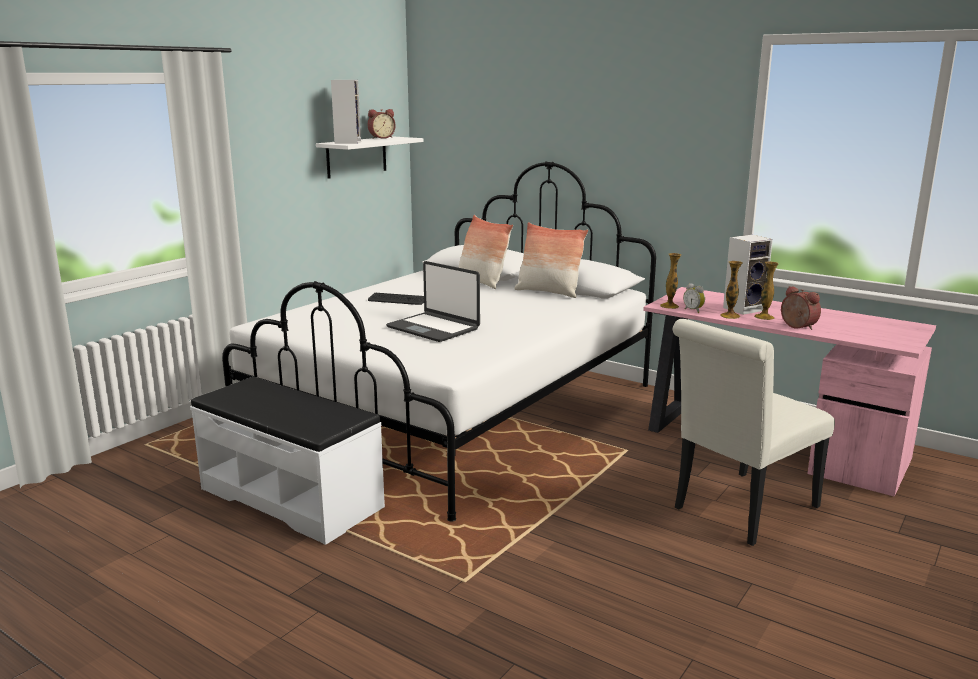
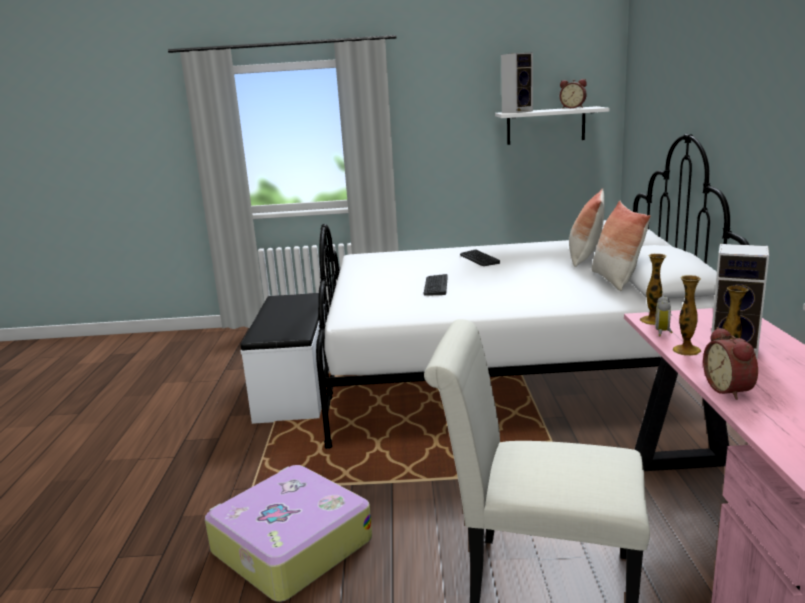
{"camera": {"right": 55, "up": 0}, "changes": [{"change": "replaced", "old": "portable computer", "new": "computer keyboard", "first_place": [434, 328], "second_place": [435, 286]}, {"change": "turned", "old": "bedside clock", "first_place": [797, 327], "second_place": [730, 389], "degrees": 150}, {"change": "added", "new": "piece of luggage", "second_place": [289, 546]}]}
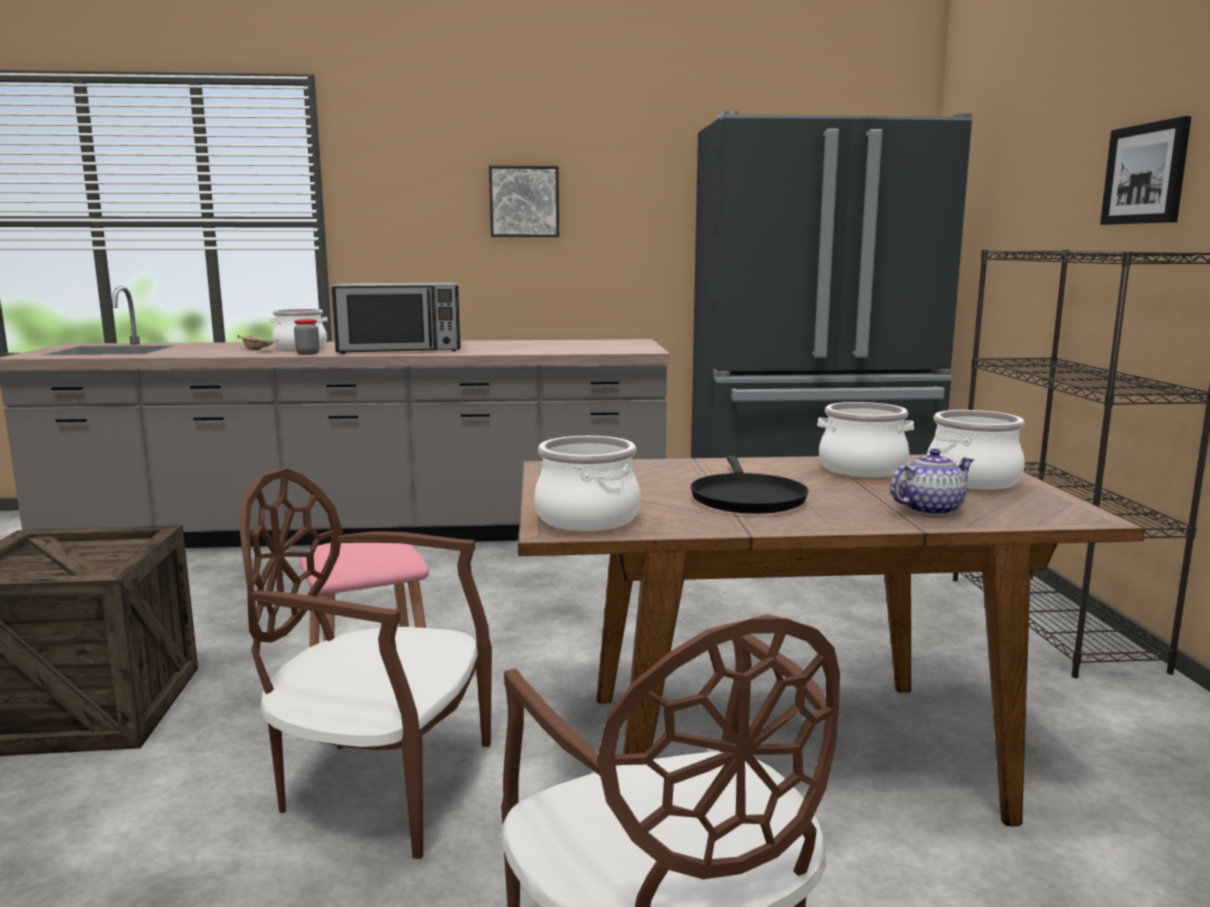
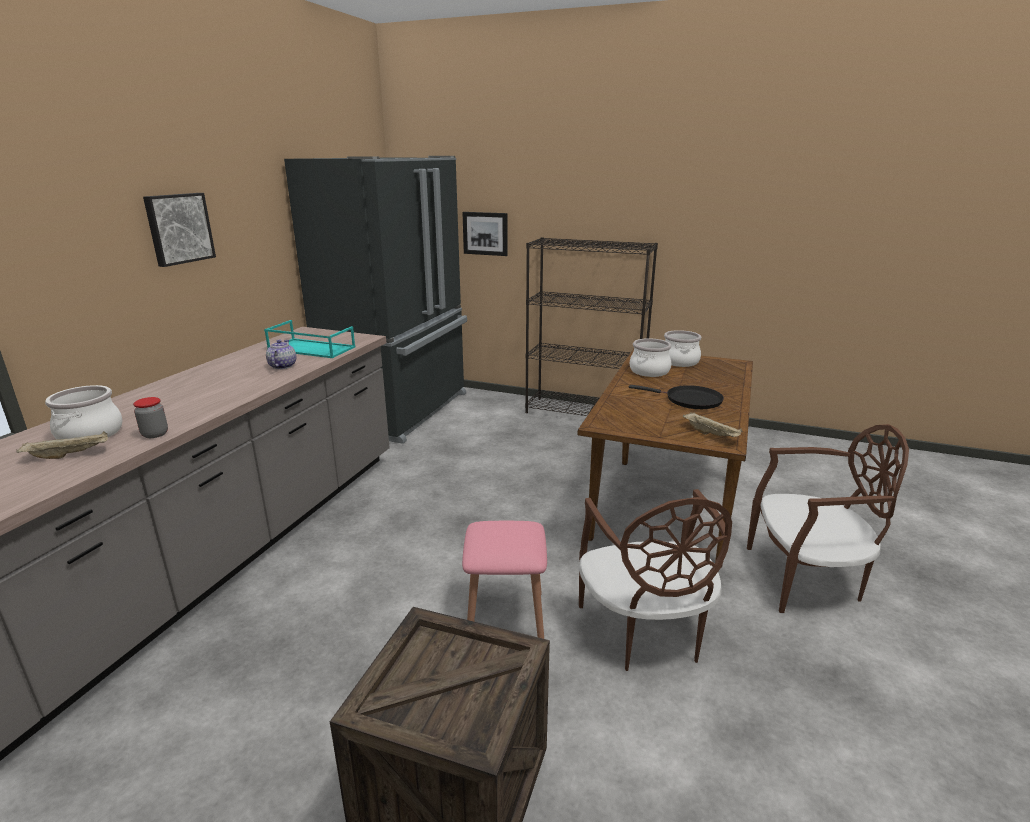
{"camera": {"right": -65, "up": 10}, "changes": [{"change": "turned", "old": "brown-coloured upright chair", "first_place": [380, 785], "second_place": [645, 632], "degrees": -45}, {"change": "removed", "old": "microwave oven", "first_place": [400, 349]}, {"change": "replaced", "old": "cooking pot", "new": "beige-coloured carrying tray", "first_place": [588, 518], "second_place": [711, 434]}, {"change": "moved", "old": "pot for tea", "first_place": [928, 509], "second_place": [282, 366]}, {"change": "moved", "old": "wall picture", "first_place": [1146, 174], "second_place": [485, 233]}, {"change": "added", "new": "turquoise carrying tray", "second_place": [310, 348]}]}
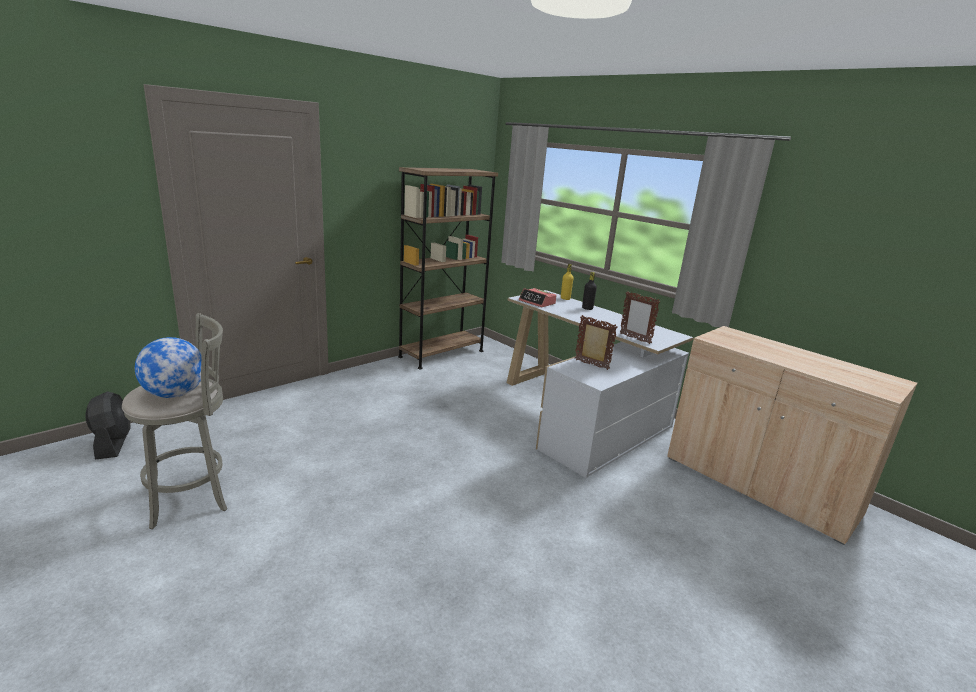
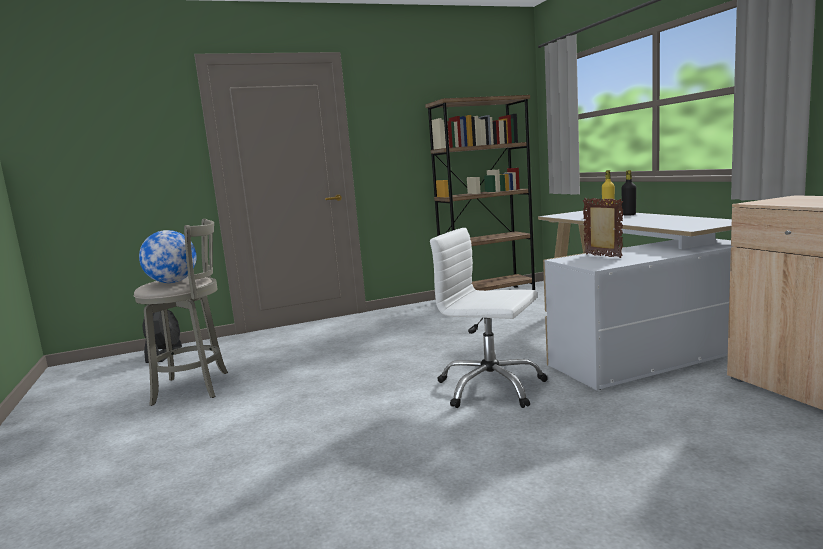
{"camera": {"right": 25, "up": -10}, "changes": [{"change": "removed", "old": "bedside clock", "first_place": [537, 302]}, {"change": "removed", "old": "photo frame", "first_place": [634, 338]}, {"change": "added", "new": "white office chair", "second_place": [490, 388]}]}
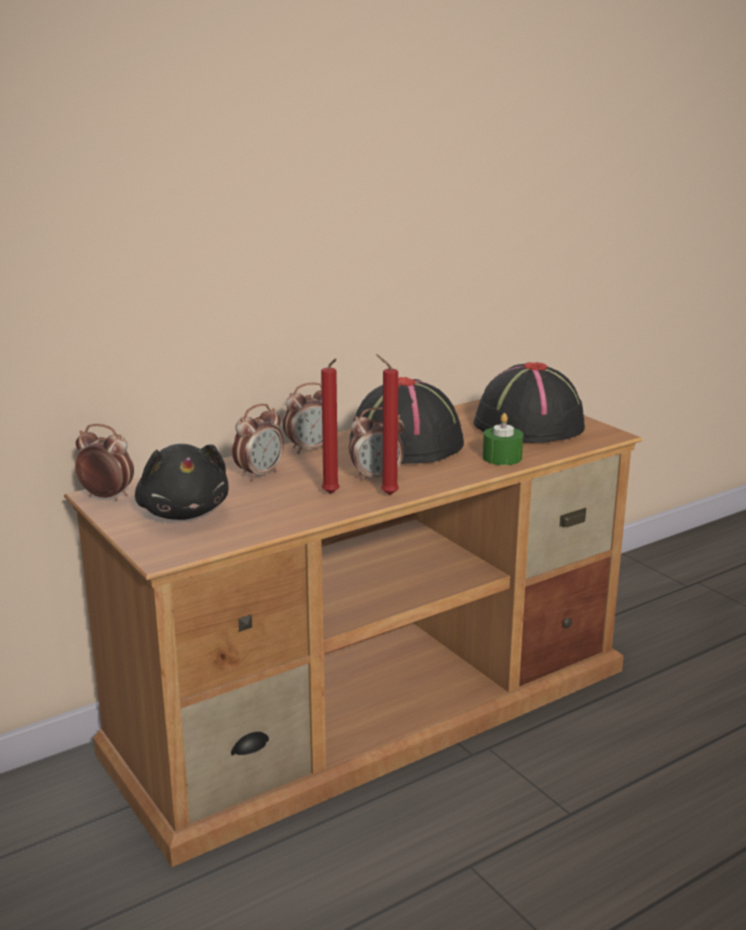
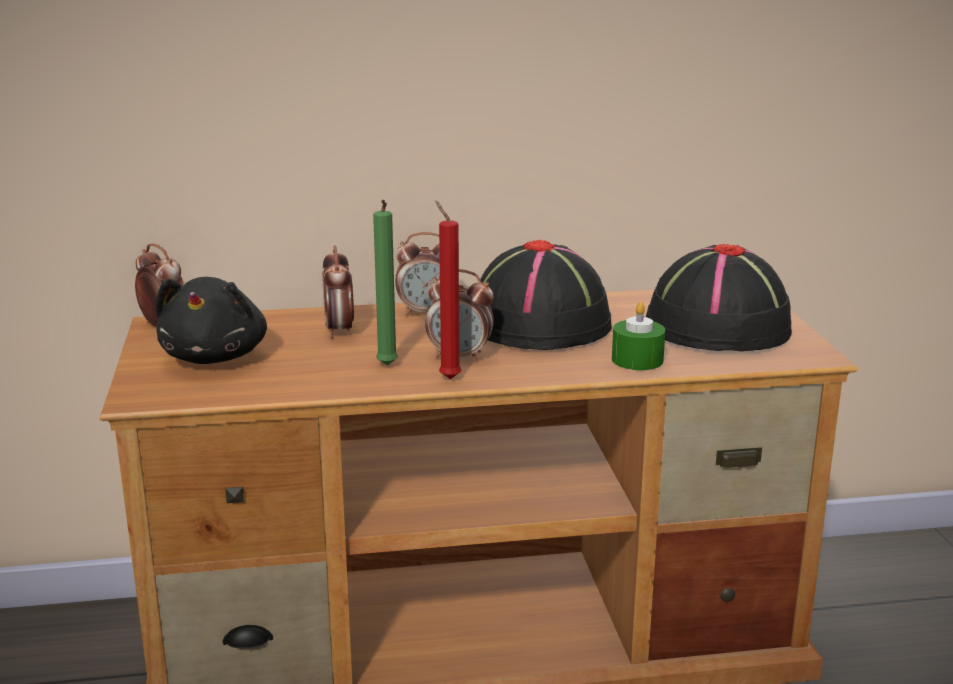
{"camera": {"right": 25, "up": 0}, "changes": [{"change": "turned", "old": "bedside clock", "first_place": [259, 474], "second_place": [339, 331], "degrees": 105}, {"change": "recoloured", "old": "reddish wax light", "new": "green-coloured wax light", "first_place": [332, 495], "second_place": [387, 367]}]}
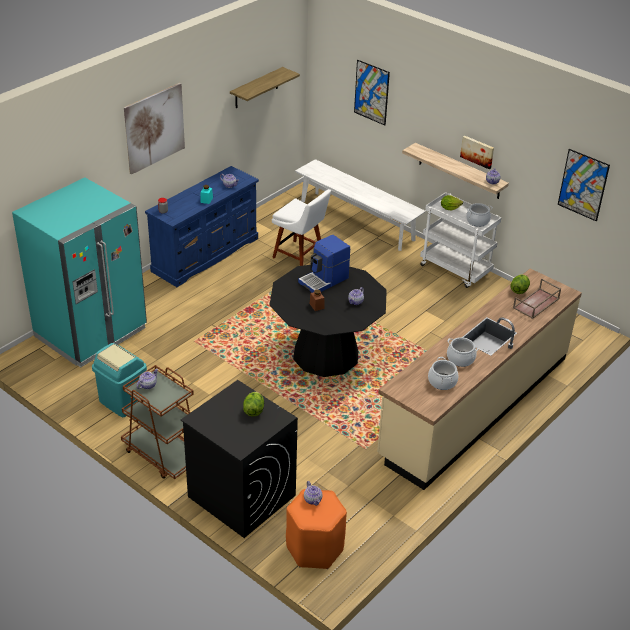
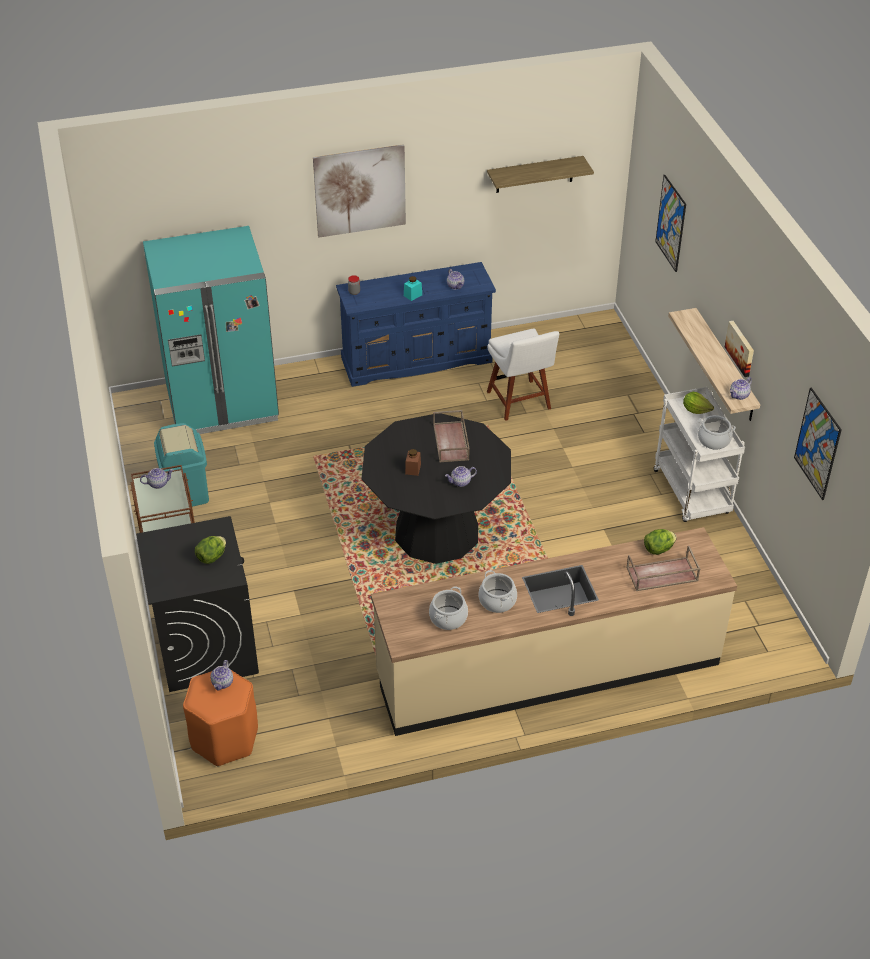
{"camera": {"right": 35, "up": 5}, "changes": [{"change": "removed", "old": "white long seat", "first_place": [356, 220]}, {"change": "replaced", "old": "coffee machine", "new": "brown-coloured carrying tray", "first_place": [324, 280], "second_place": [451, 442]}]}
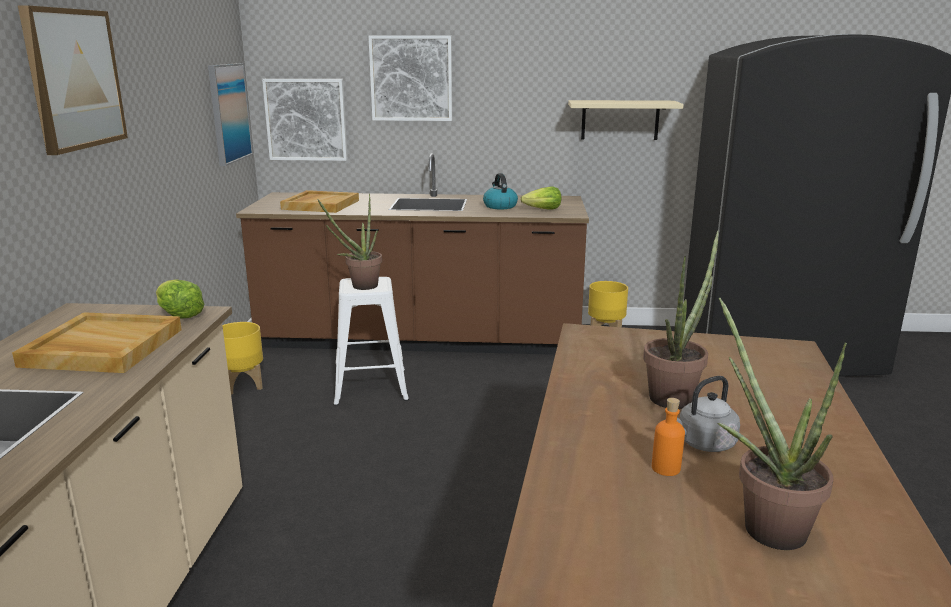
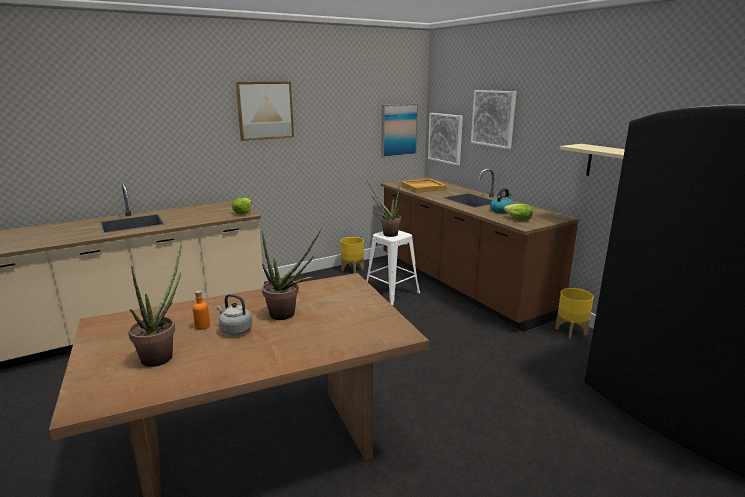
{"camera": {"right": 55, "up": 0}, "changes": [{"change": "removed", "old": "beige-coloured carrying tray", "first_place": [101, 348]}]}
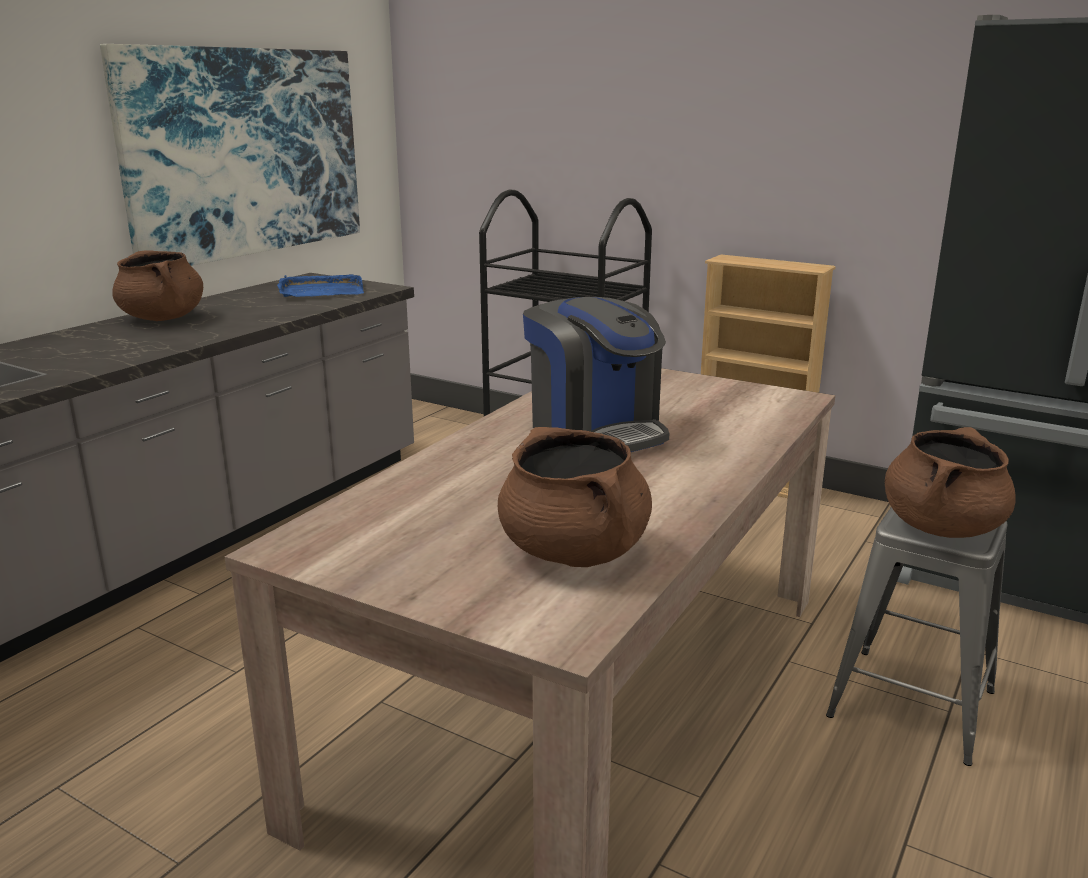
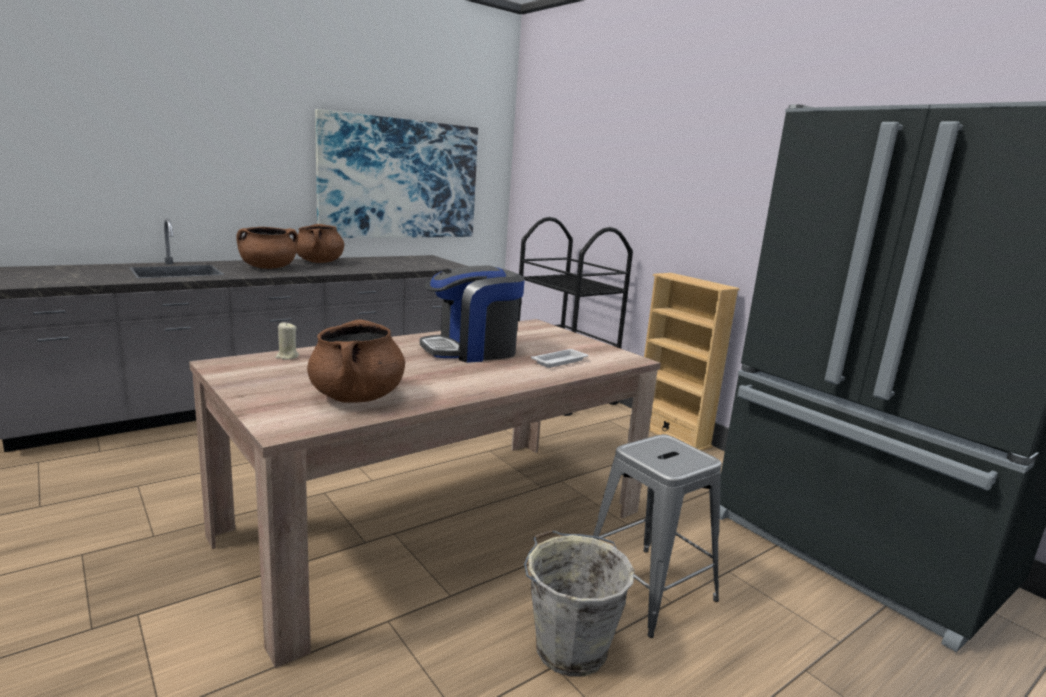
{"camera": {"right": 20, "up": -5}, "changes": [{"change": "removed", "old": "blue-coloured carrying tray", "first_place": [320, 291]}, {"change": "turned", "old": "coffee machine", "first_place": [595, 431], "second_place": [472, 350], "degrees": 75}, {"change": "moved", "old": "brown-coloured cooking pot", "first_place": [941, 527], "second_place": [268, 268]}, {"change": "added", "new": "beige-coloured wax light", "second_place": [287, 356]}, {"change": "added", "new": "gray pail", "second_place": [569, 647]}, {"change": "added", "new": "white carrying tray", "second_place": [560, 361]}]}
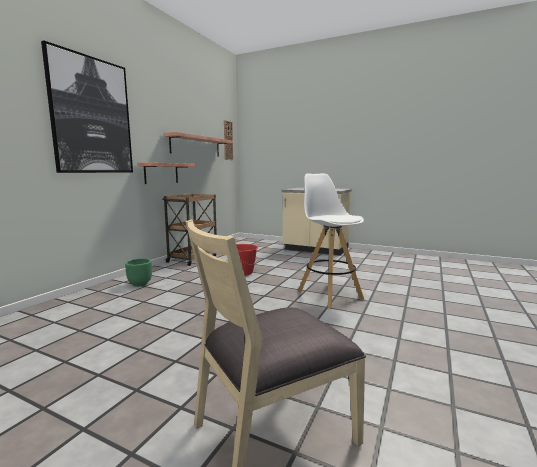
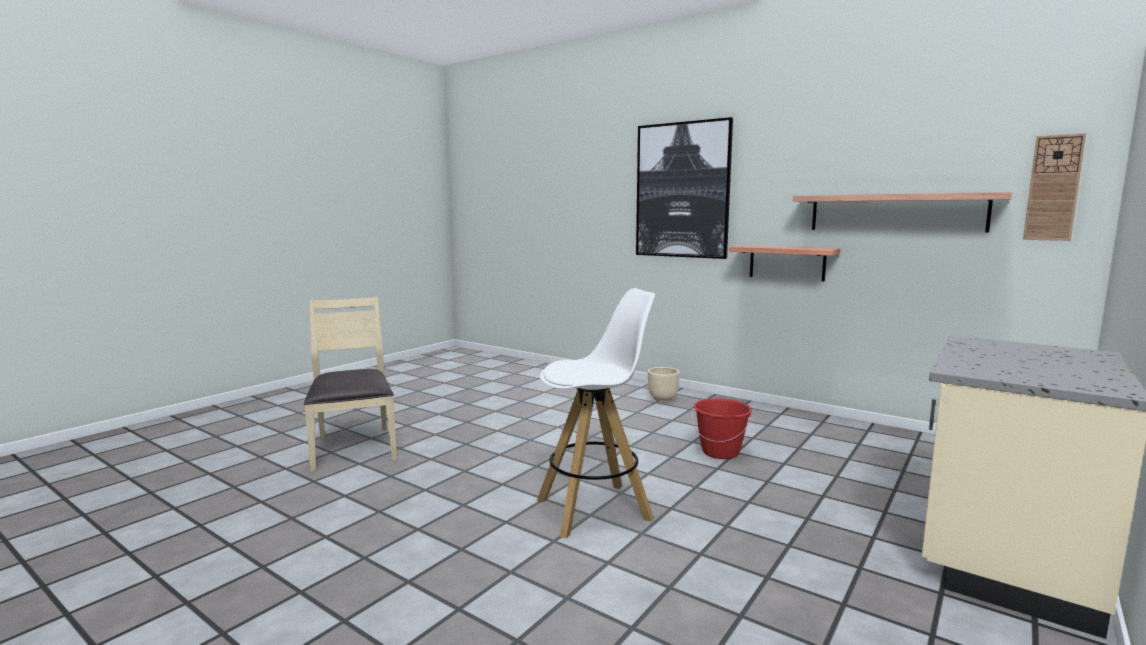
{"camera": {"right": 100, "up": 0}, "changes": [{"change": "recoloured", "old": "green-coloured plant pot", "new": "beige-coloured plant pot", "first_place": [139, 284], "second_place": [662, 399]}, {"change": "removed", "old": "brown-coloured trolley", "first_place": [193, 258]}]}
